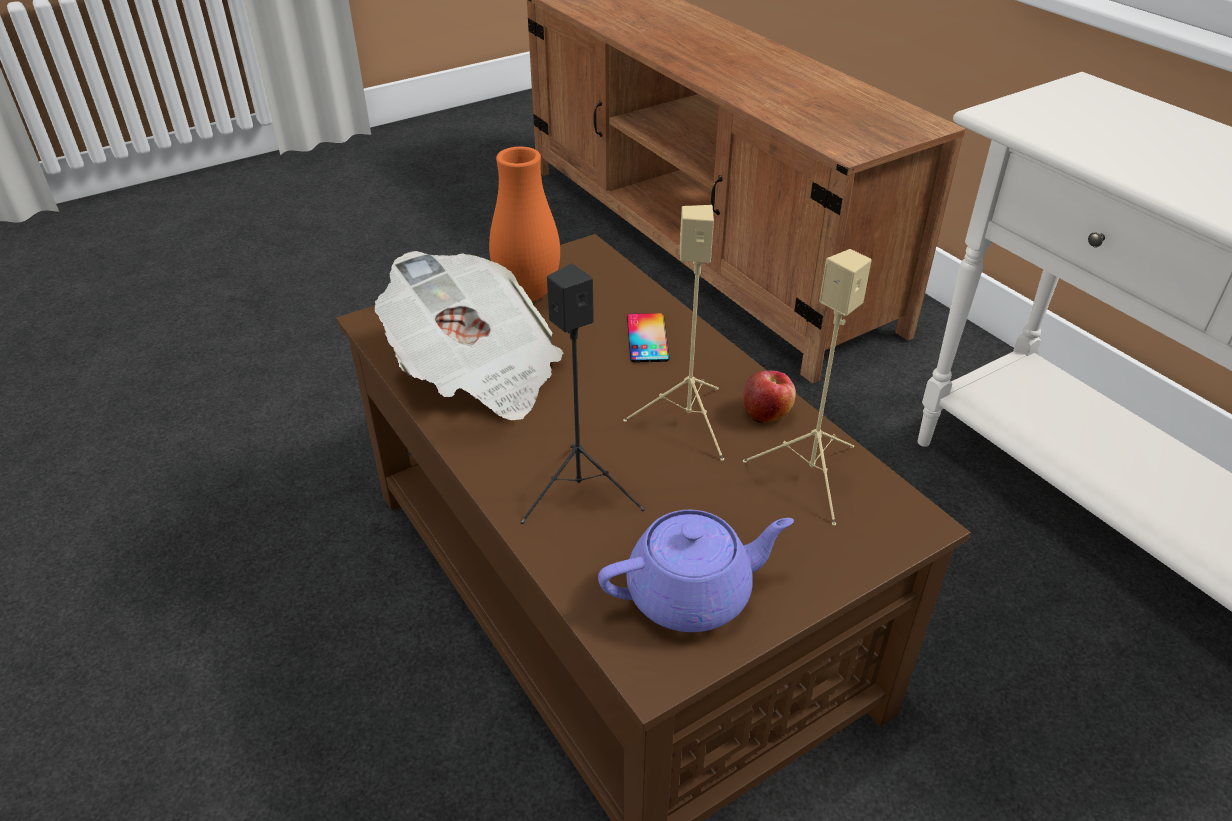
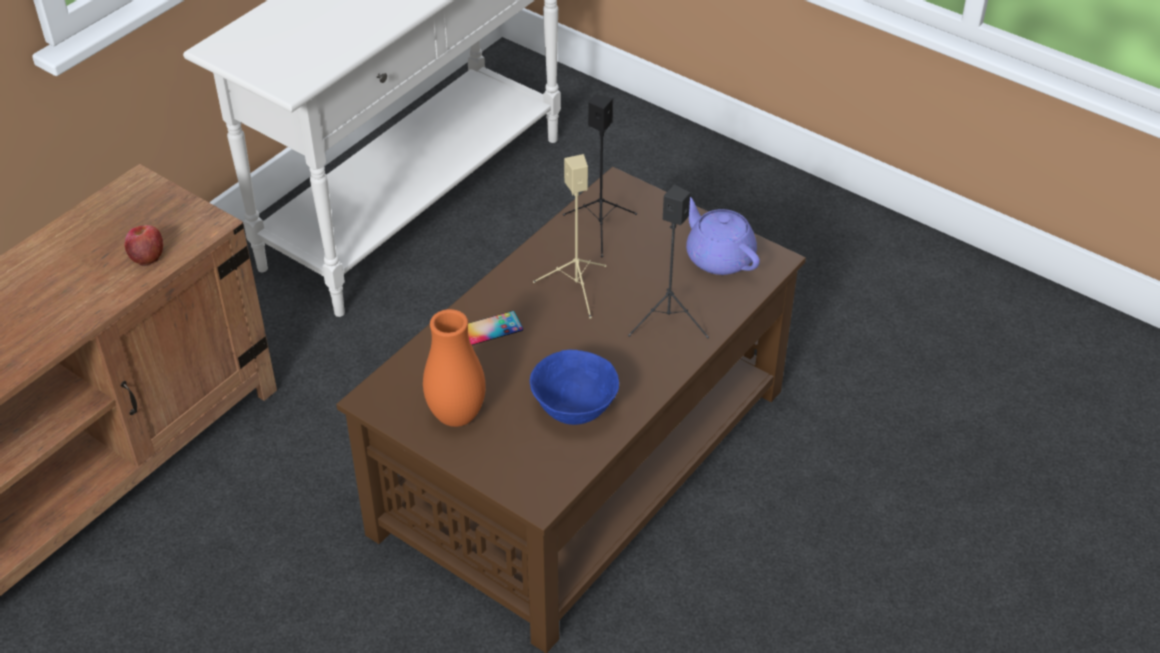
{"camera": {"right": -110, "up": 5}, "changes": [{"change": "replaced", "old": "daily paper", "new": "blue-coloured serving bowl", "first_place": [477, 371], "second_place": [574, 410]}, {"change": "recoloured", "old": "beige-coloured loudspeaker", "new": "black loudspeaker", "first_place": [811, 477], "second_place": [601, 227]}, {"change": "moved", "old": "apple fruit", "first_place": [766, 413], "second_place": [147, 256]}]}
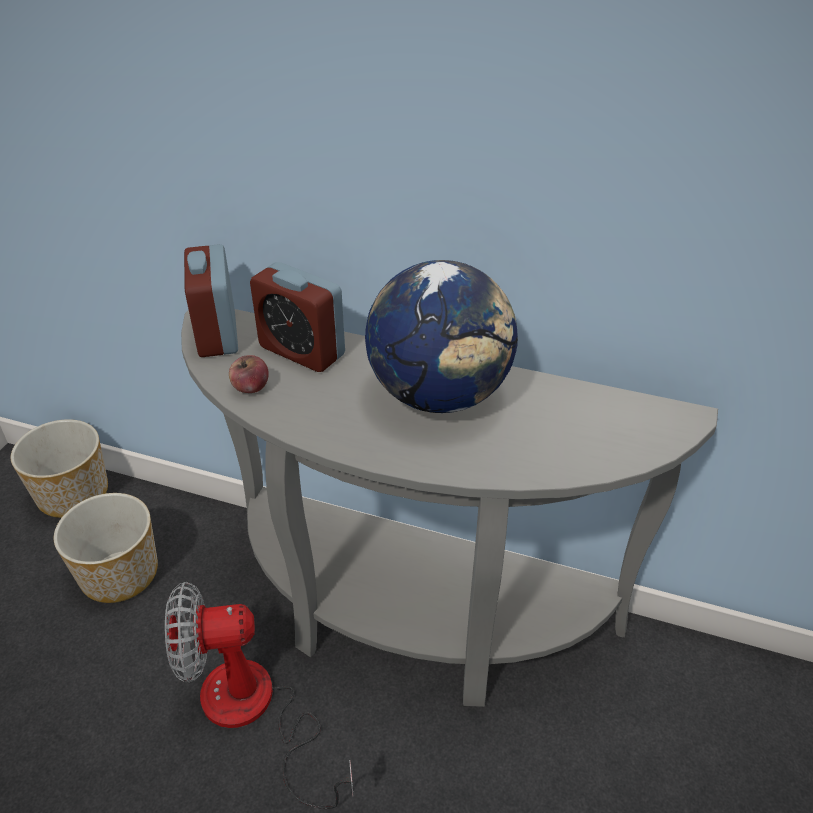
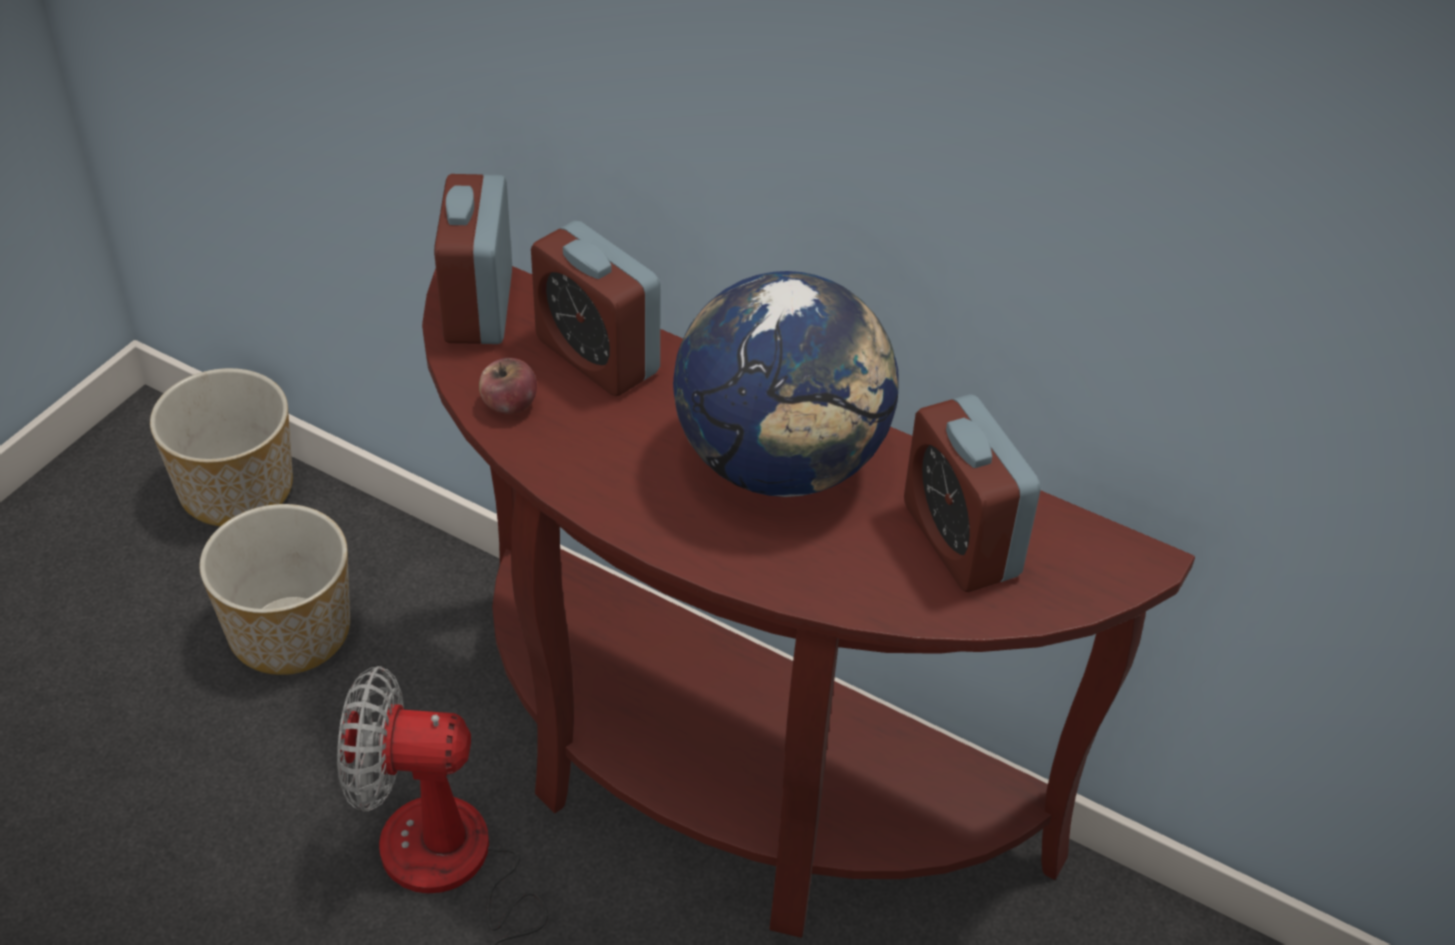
{"camera": {"right": 10, "up": 5}, "changes": [{"change": "recoloured", "old": "gray hall table", "new": "brown-coloured hall table", "first_place": [410, 614], "second_place": [724, 779]}, {"change": "added", "new": "bedside clock", "second_place": [960, 540]}]}
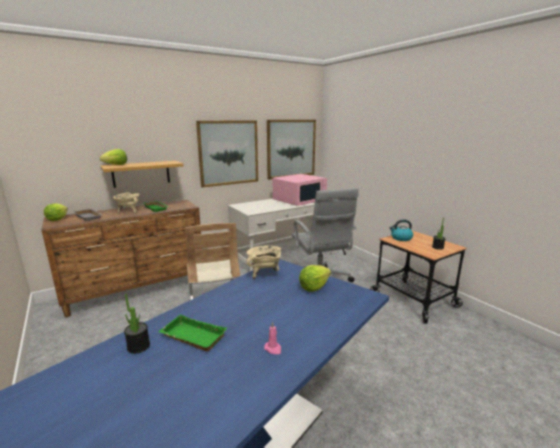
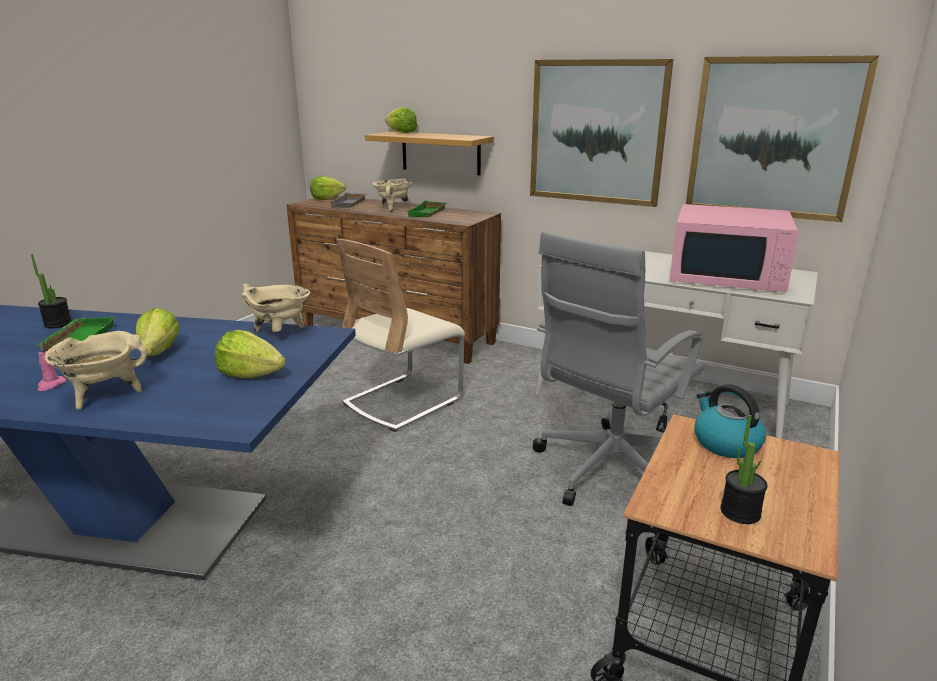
{"camera": {"right": 60, "up": 5}, "changes": [{"change": "added", "new": "beige-coloured cooking pot", "second_place": [104, 395]}, {"change": "added", "new": "lettuce", "second_place": [159, 352]}]}
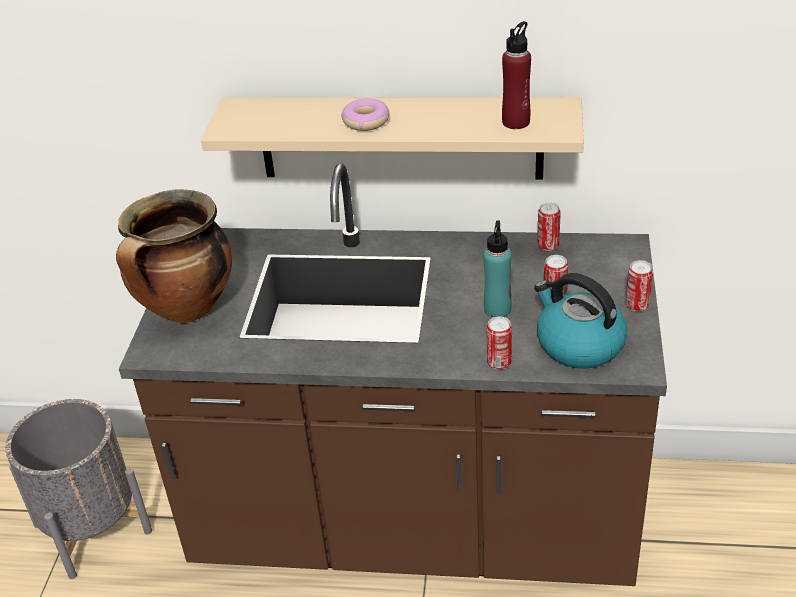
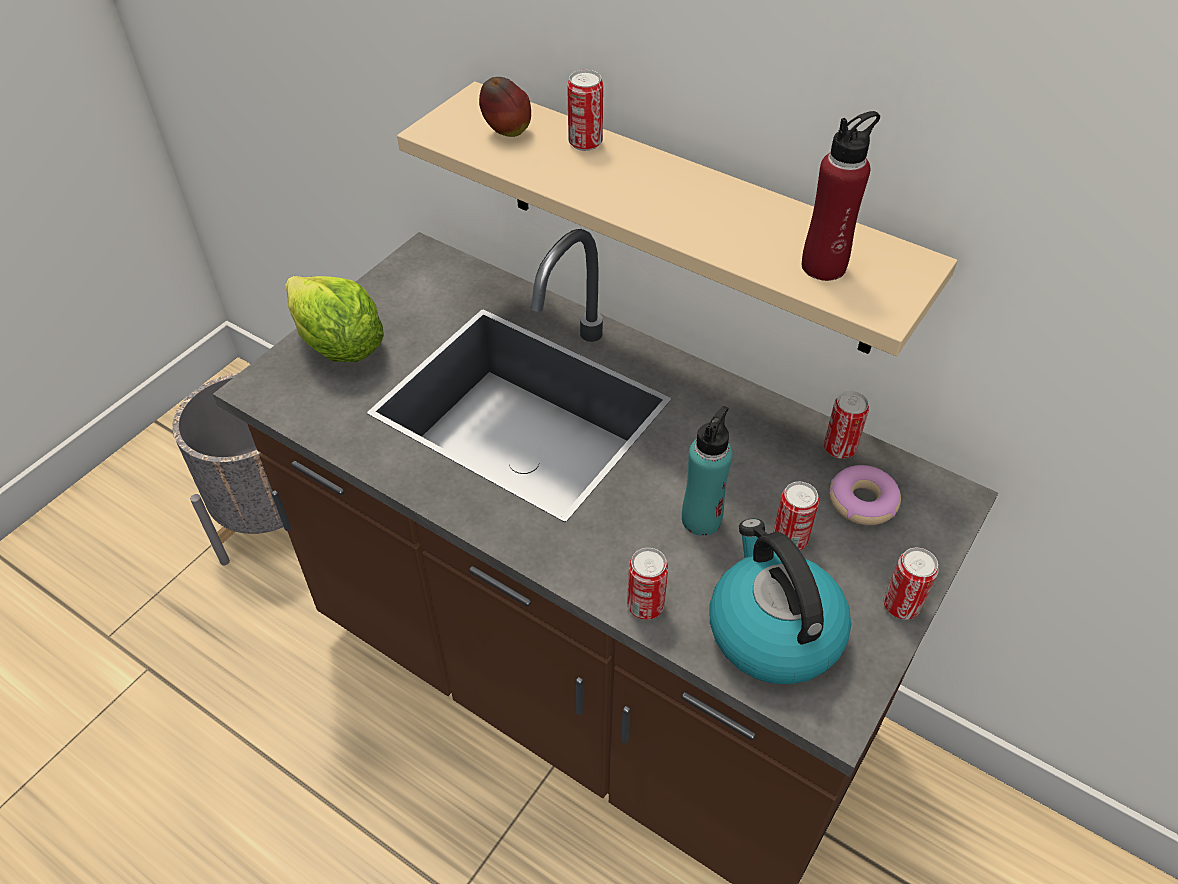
{"camera": {"right": 25, "up": 10}, "changes": [{"change": "replaced", "old": "cooking pot", "new": "lettuce", "first_place": [186, 309], "second_place": [339, 346]}, {"change": "moved", "old": "donut", "first_place": [365, 121], "second_place": [862, 502]}, {"change": "added", "new": "apple fruit", "second_place": [507, 133]}, {"change": "added", "new": "can", "second_place": [585, 143]}]}
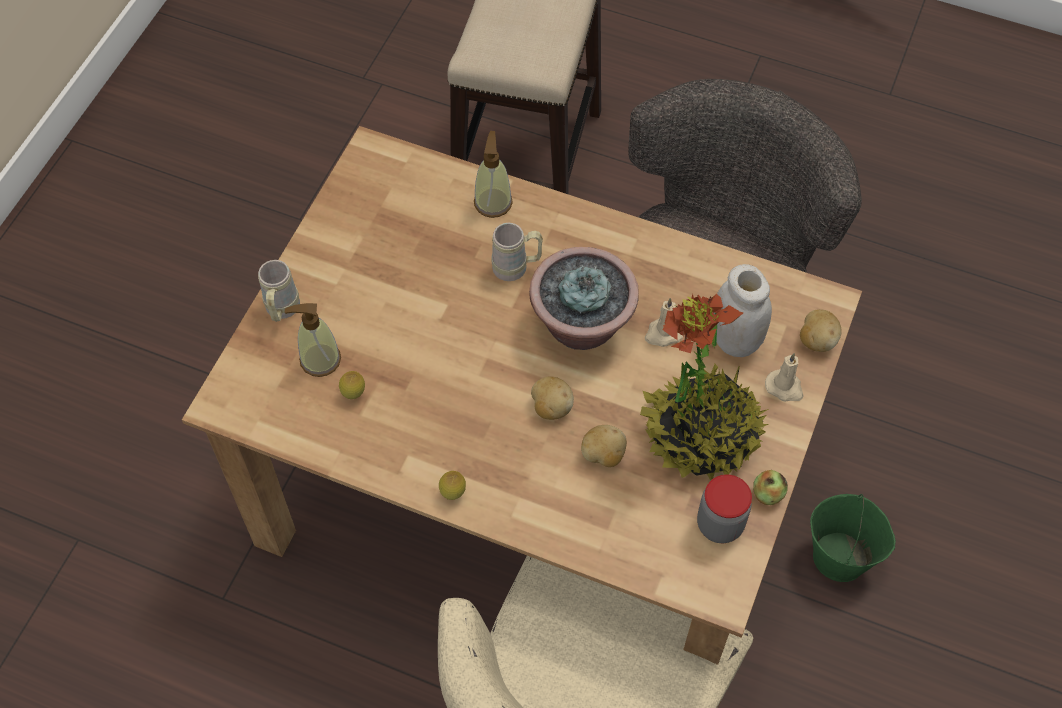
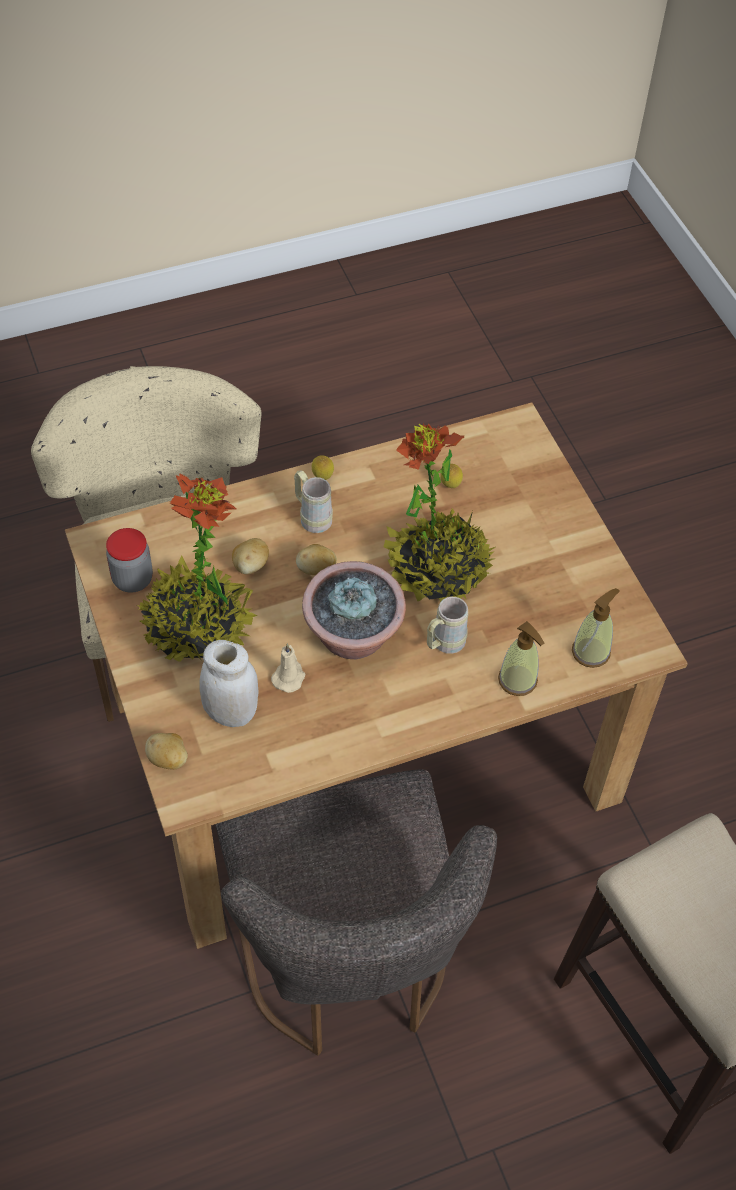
{"camera": {"right": 135, "up": -5}, "changes": [{"change": "moved", "old": "beige-coloured tea mug", "first_place": [281, 311], "second_place": [312, 517]}, {"change": "moved", "old": "soap dispenser", "first_place": [320, 359], "second_place": [591, 652]}, {"change": "removed", "old": "apple fruit", "first_place": [767, 494]}, {"change": "removed", "old": "beige-coloured wax light", "first_place": [785, 387]}, {"change": "removed", "old": "green-coloured pail", "first_place": [840, 557]}, {"change": "added", "new": "houseplant", "second_place": [437, 569]}]}
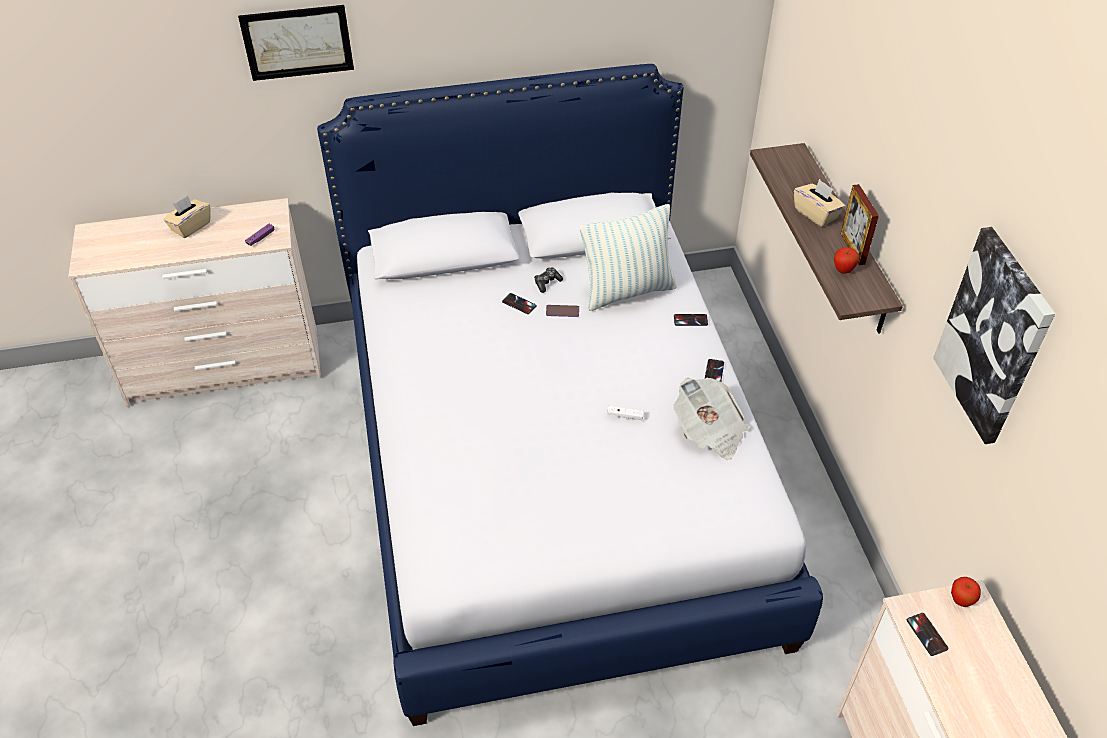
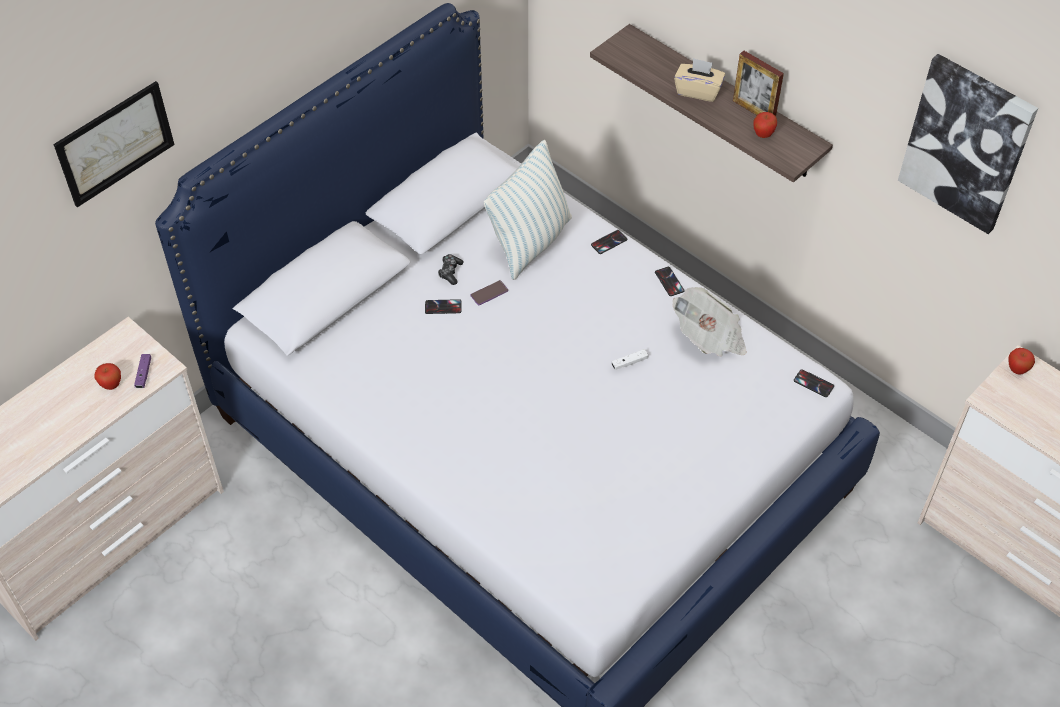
{"camera": {"right": -35, "up": 5}, "changes": [{"change": "removed", "old": "beige-coloured tissue box", "first_place": [190, 226]}, {"change": "moved", "old": "phone", "first_place": [927, 634], "second_place": [813, 383]}, {"change": "added", "new": "apple fruit", "second_place": [111, 385]}]}
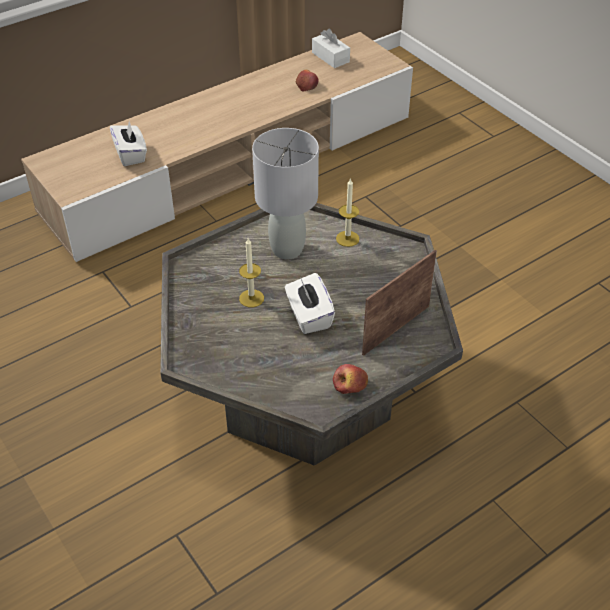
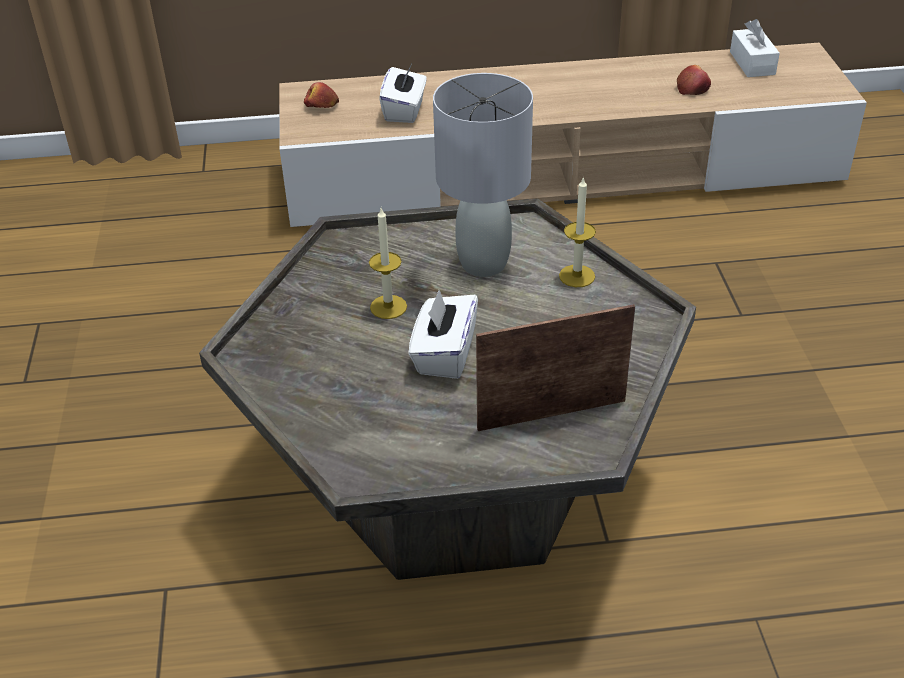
{"camera": {"right": 30, "up": -5}, "changes": [{"change": "moved", "old": "apple fruit", "first_place": [350, 385], "second_place": [321, 106]}]}
